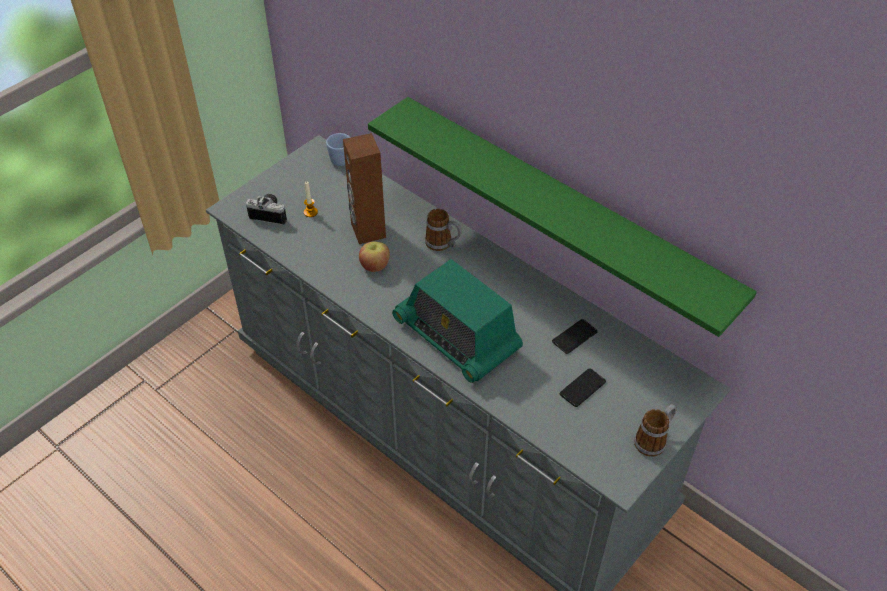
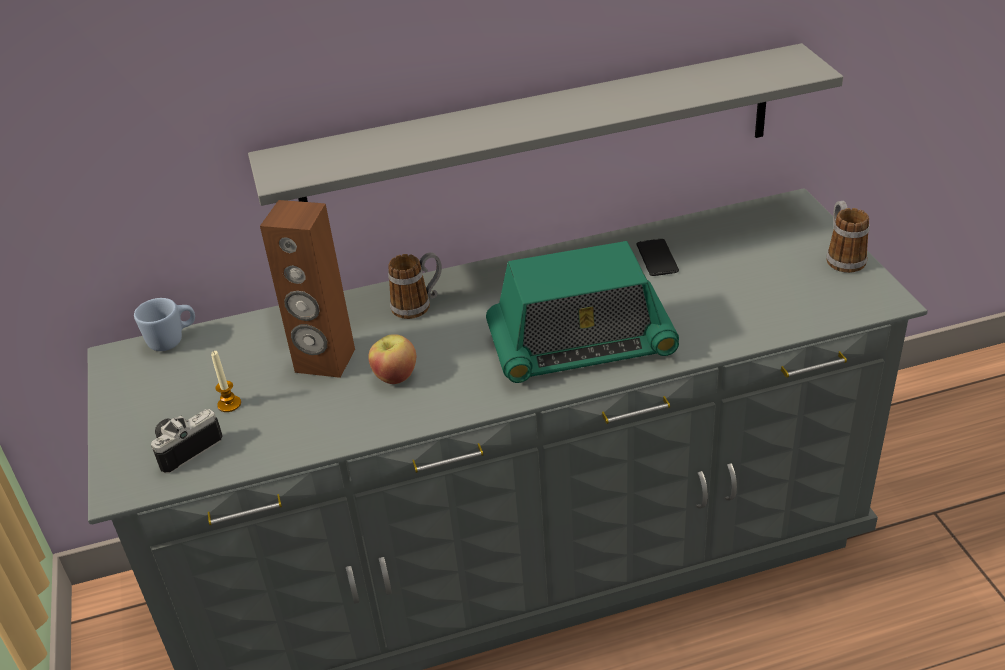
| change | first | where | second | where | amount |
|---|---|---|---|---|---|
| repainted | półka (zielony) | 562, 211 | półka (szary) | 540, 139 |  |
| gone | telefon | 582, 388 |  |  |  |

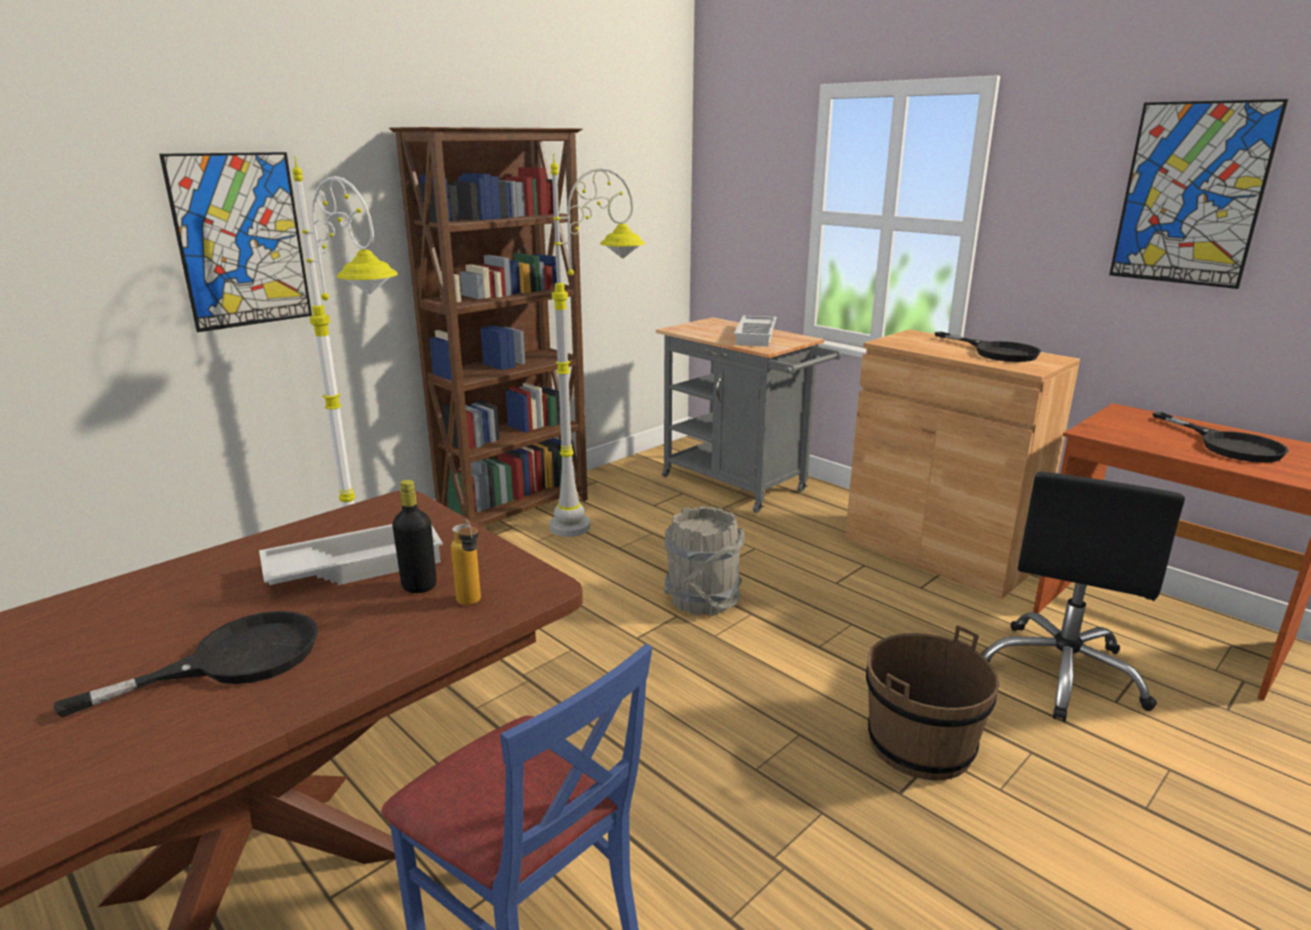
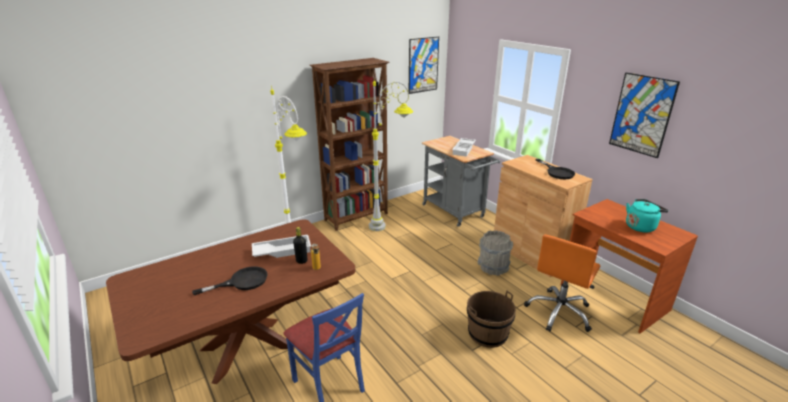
| change | first | where | second | where | amount |
|---|---|---|---|---|---|
| shifted | obraz | 241, 241 |  | 423, 65 |  |
| shifted | wiadro (szary) | 703, 599 |  | 493, 268 |  |
| repainted | krzesło biurowe (czarny) | 1062, 673 | krzesło biurowe (pomarańczowy) | 559, 312 |  |
| swapped | patelnia (czarny) | 1229, 445 | czajnik (turkusowy) | 641, 226 |  |

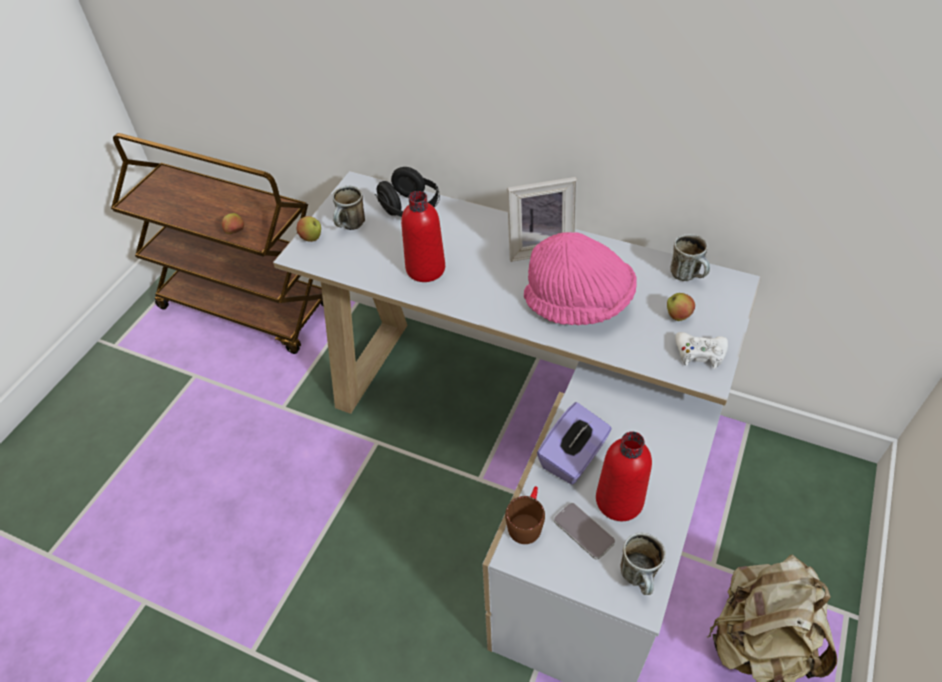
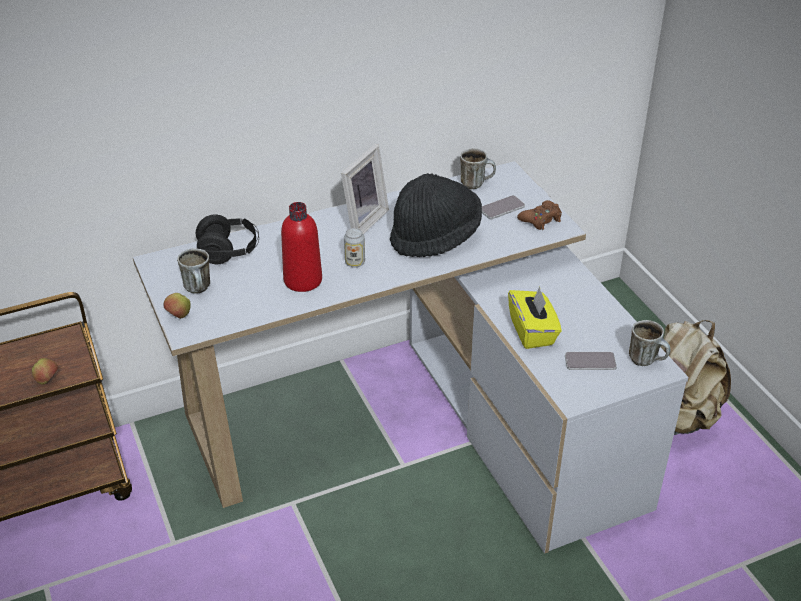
| change | first | where | second | where | amount |
|---|---|---|---|---|---|
| gone | kubek (brązowy) | 526, 521 |  |  |  |
| repainted | kapelusz (różowy) | 578, 303 | kapelusz (czarny) | 435, 237 |  |
| repainted | pudełko chusteczek (fioletowy) | 573, 457 | pudełko chusteczek (żółty) | 532, 331 |  |
| gone | butelka (czerwony) | 619, 500 |  |  |  |
| swapped | jabłko | 678, 316 | telefon | 502, 208 |  |
| repainted | pad do gier (biały) | 700, 353 | pad do gier (brązowy) | 541, 220 |  |
| new |  |  | puszka | 355, 263 |  |

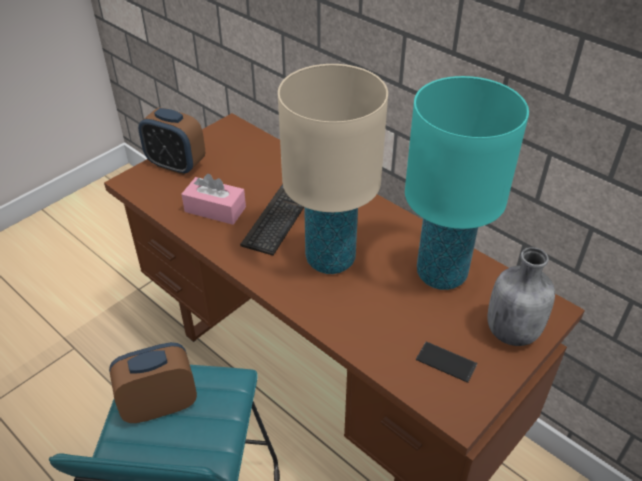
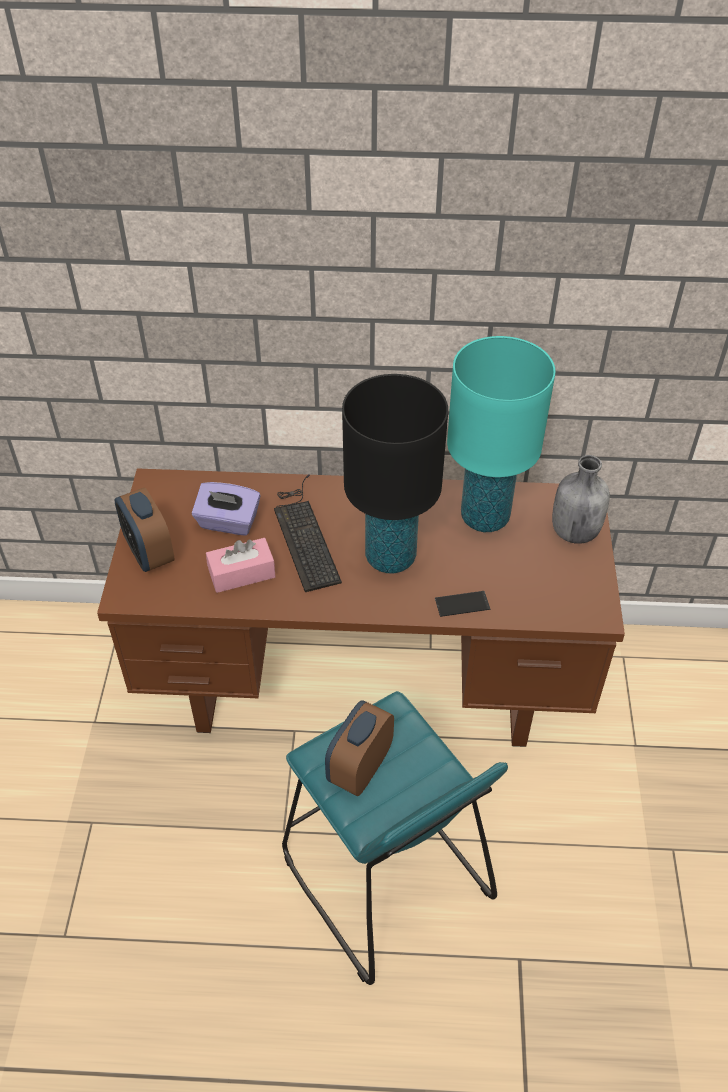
| change | first | where | second | where | amount |
|---|---|---|---|---|---|
| rotated | budzik | 176, 165 |  | 149, 553 | 75 degrees clockwise |
| repainted | lampa stołowa (beżowy) | 330, 259 | lampa stołowa (czarny) | 390, 557 |  |
| shifted | telefon | 446, 362 |  | 462, 604 |  |
| new |  |  | pudełko chusteczek (fioletowy) | 228, 522 |  |

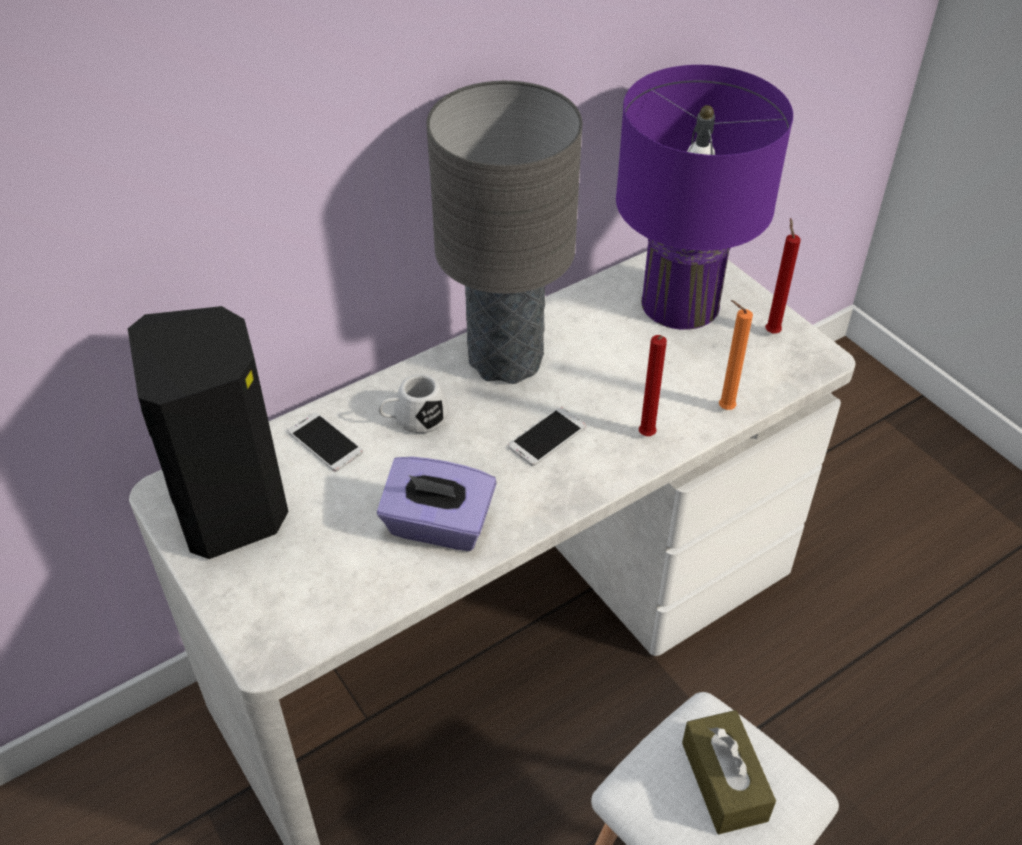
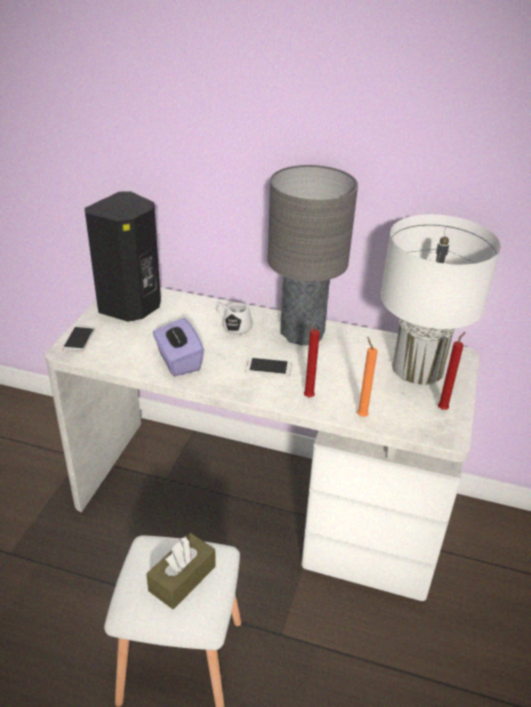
| change | first | where | second | where | amount |
|---|---|---|---|---|---|
| shifted | telefon | 325, 442 |  | 79, 339 |  |
| repainted | lampa stołowa (fioletowy) | 680, 303 | lampa stołowa (biały) | 418, 368 |  |

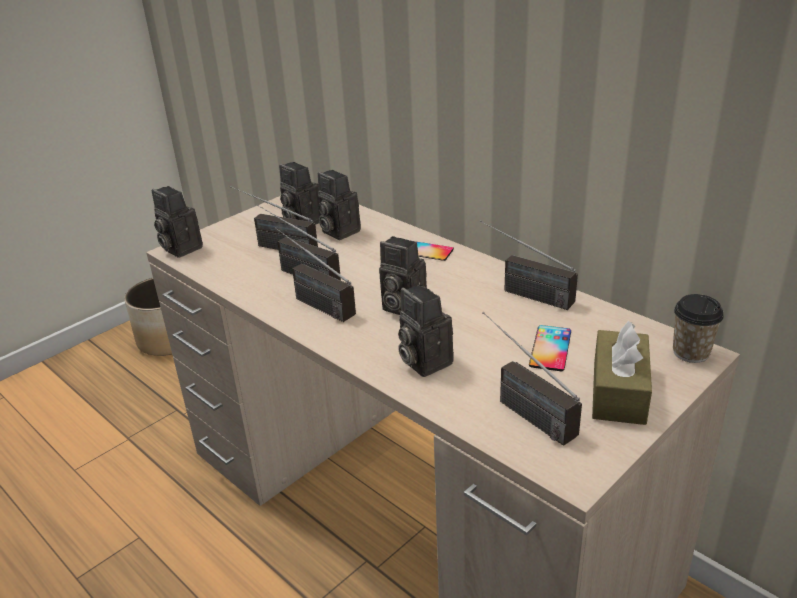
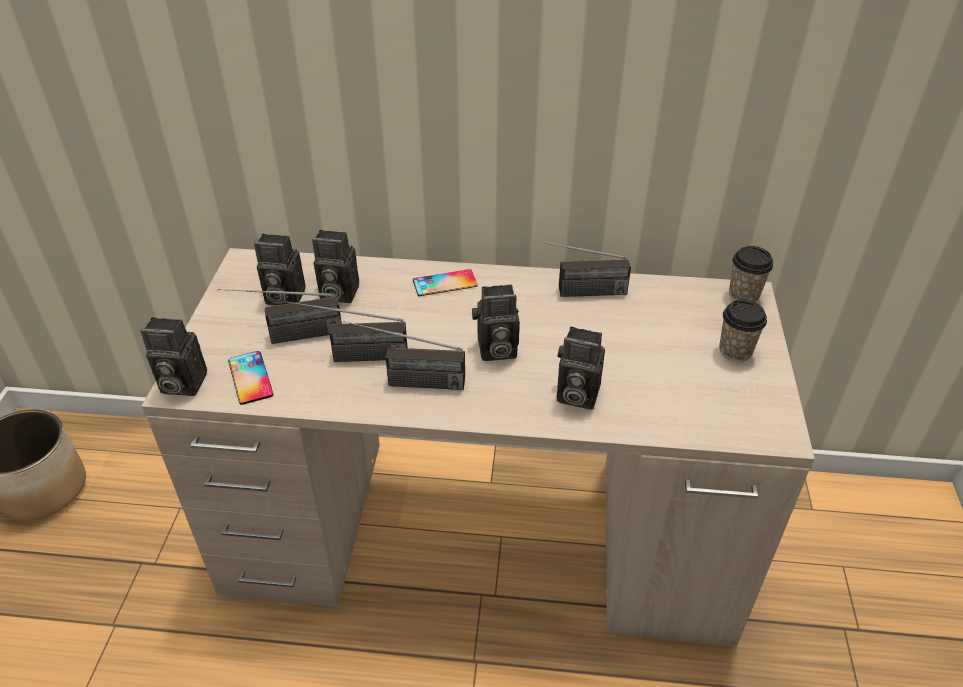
| change | first | where | second | where | amount |
|---|---|---|---|---|---|
| gone | radio | 519, 407 |  |  |  |
| shifted | telefon | 550, 348 |  | 250, 377 |  |
| swapped | pudełko chusteczek (brązowy) | 619, 391 | filiżanka | 735, 351 |  |

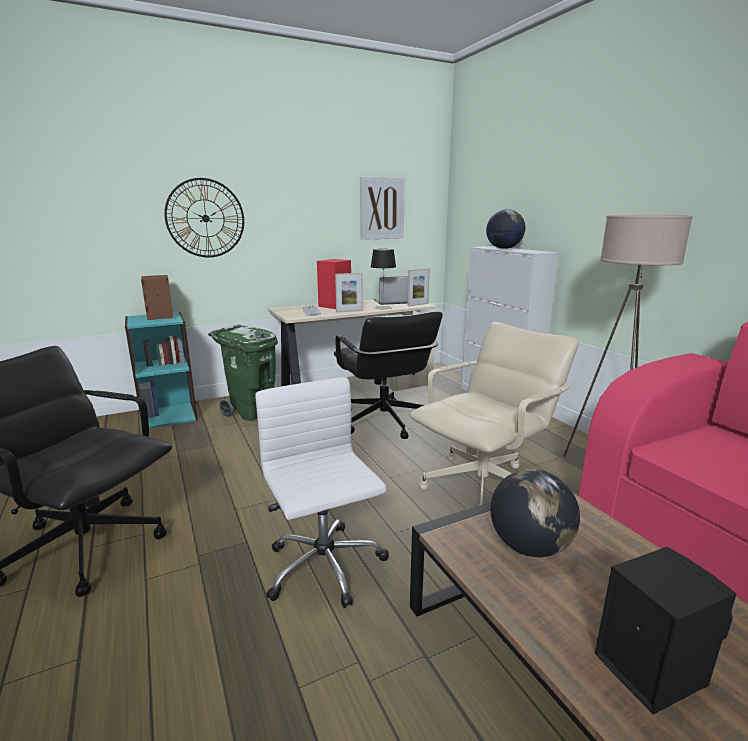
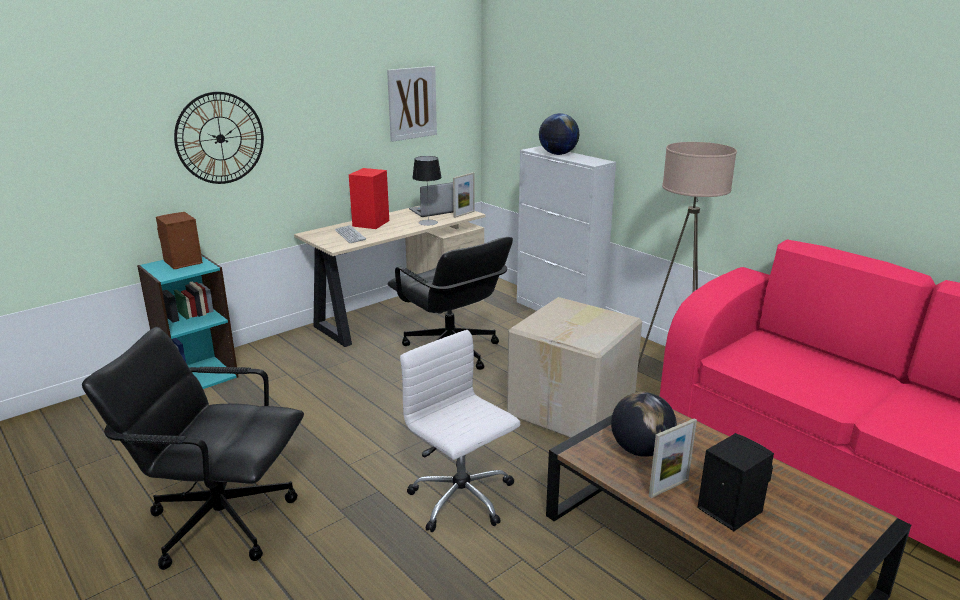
| change | first | where | second | where | amount |
|---|---|---|---|---|---|
| gone | kosz na śmieci (zielony) | 252, 412 |  |  |  |
| shifted | ramka na zdjęcie | 349, 311 |  | 668, 488 |  |
| swapped | krzesło biurowe (beżowy) | 483, 488 | karton | 573, 409 |  |

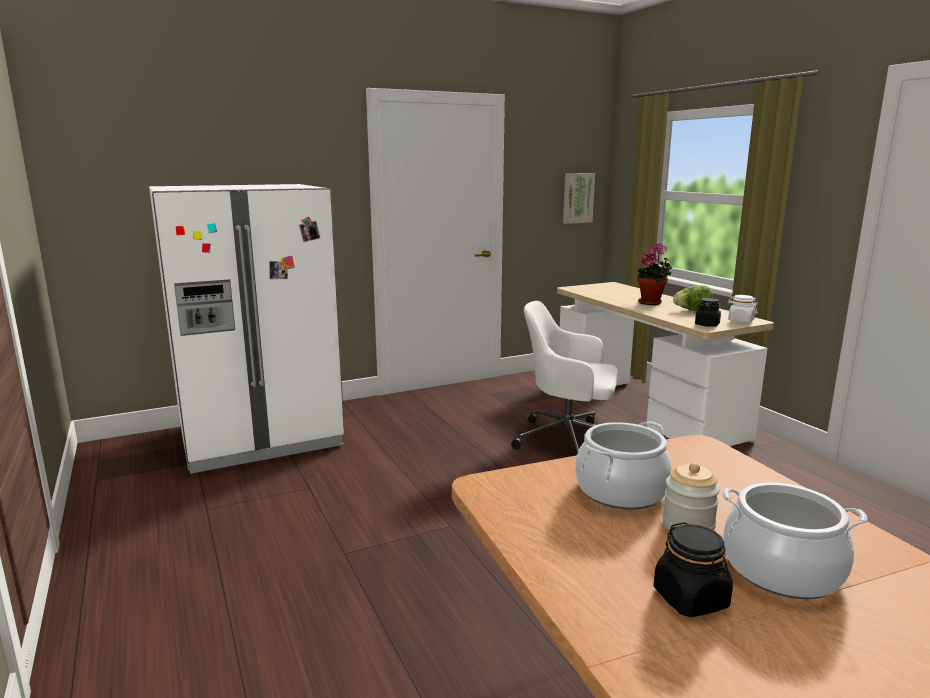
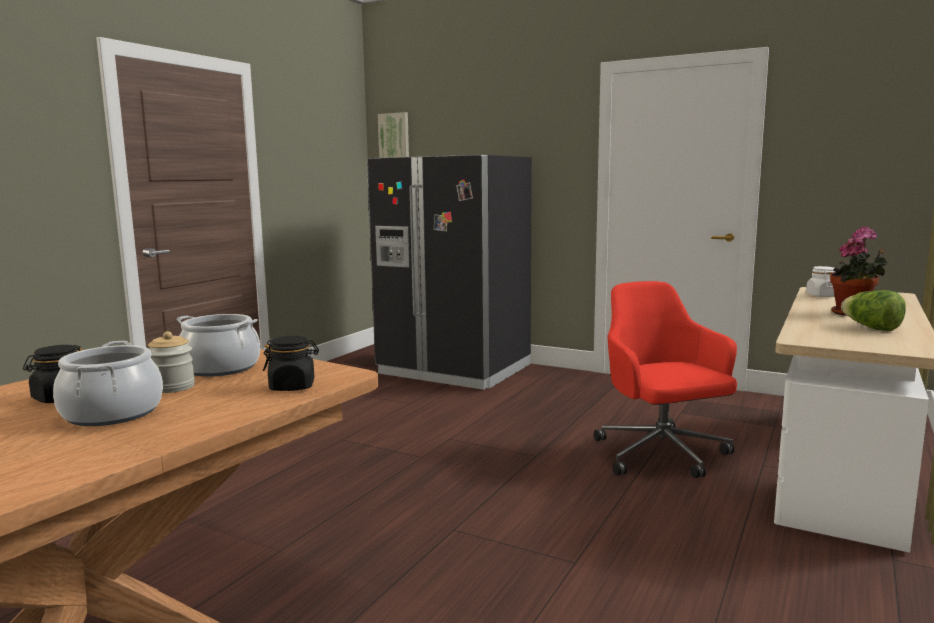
| change | first | where | second | where | amount |
|---|---|---|---|---|---|
| repainted | lodówka (biały) | 260, 438 | lodówka (czarny) | 454, 370 |  |
| repainted | krzesło biurowe (biały) | 568, 440 | krzesło biurowe (czerwony) | 662, 455 |  |
| shifted | obraz | 577, 198 |  | 394, 138 |  |
| shifted | słoik (czarny) | 707, 324 |  | 292, 386 |  |
| shifted | słoik (biały) | 740, 321 |  | 821, 295 |  |

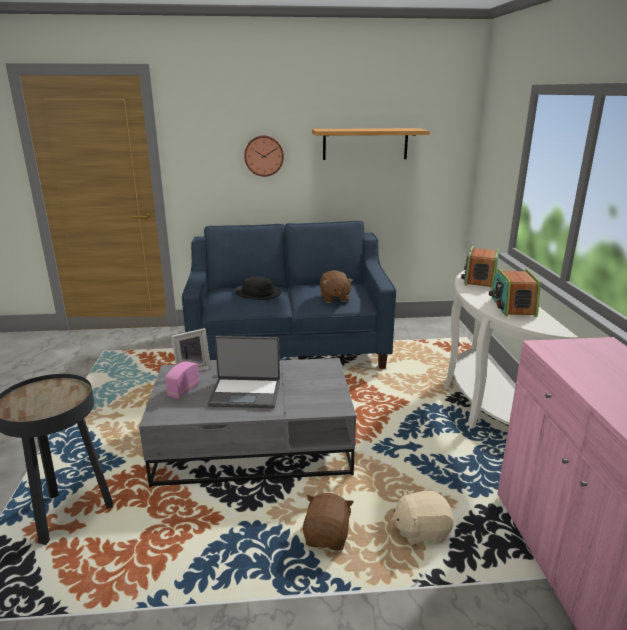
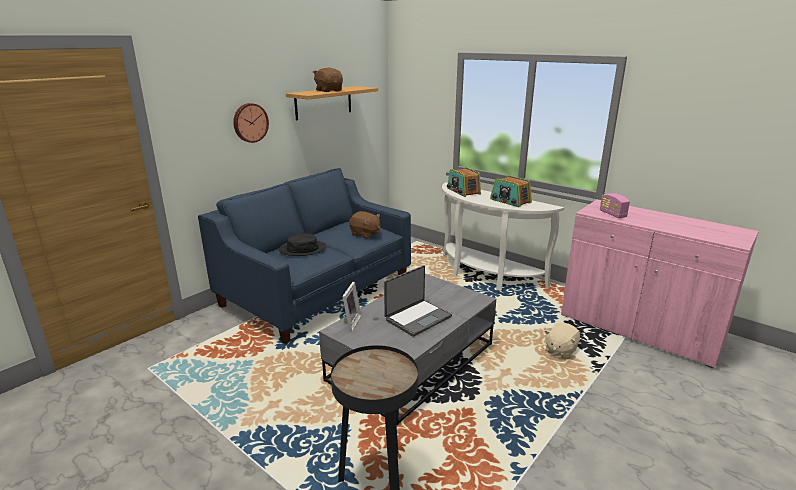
| change | first | where | second | where | amount |
|---|---|---|---|---|---|
| shifted | radio | 184, 390 |  | 612, 214 |  |
| shifted | pluszak (brązowy) | 327, 536 |  | 329, 91 |  |

